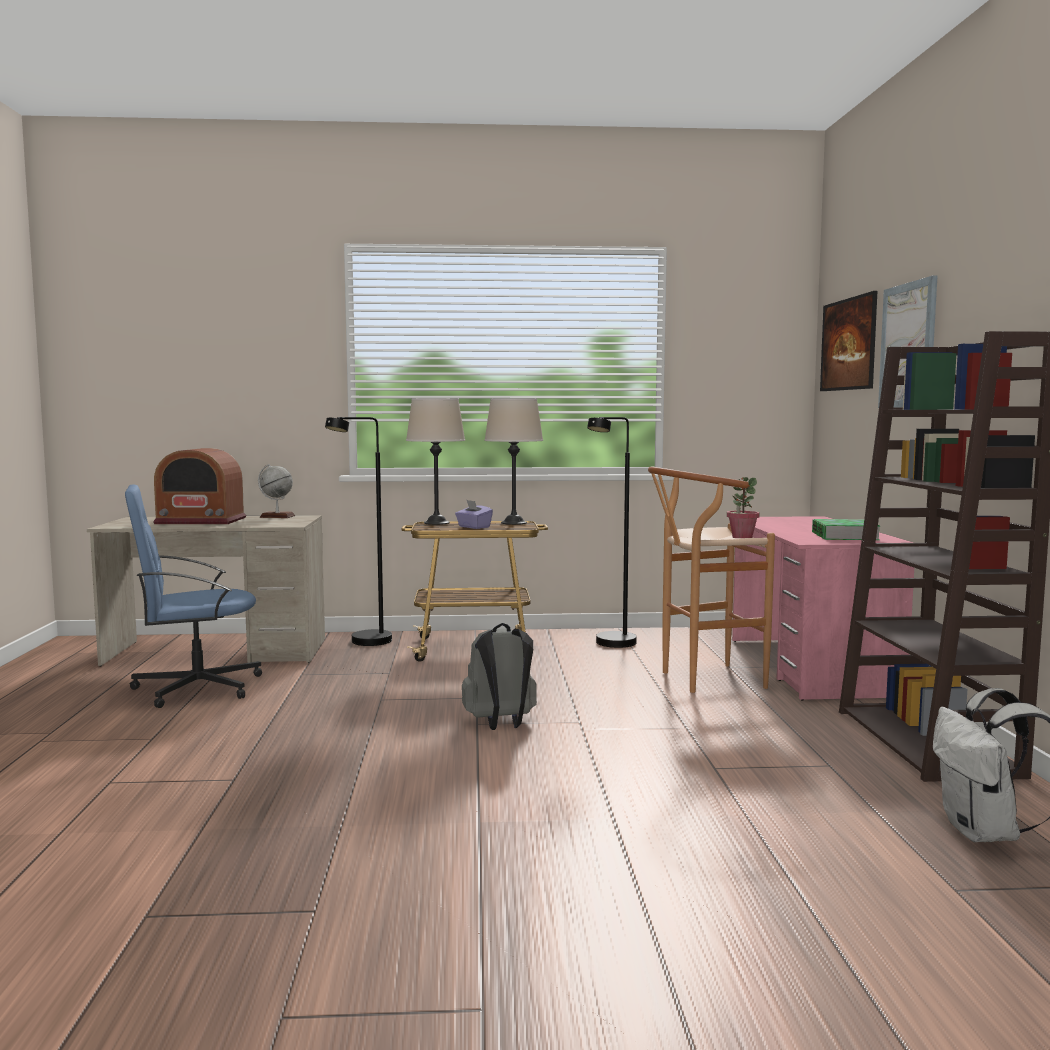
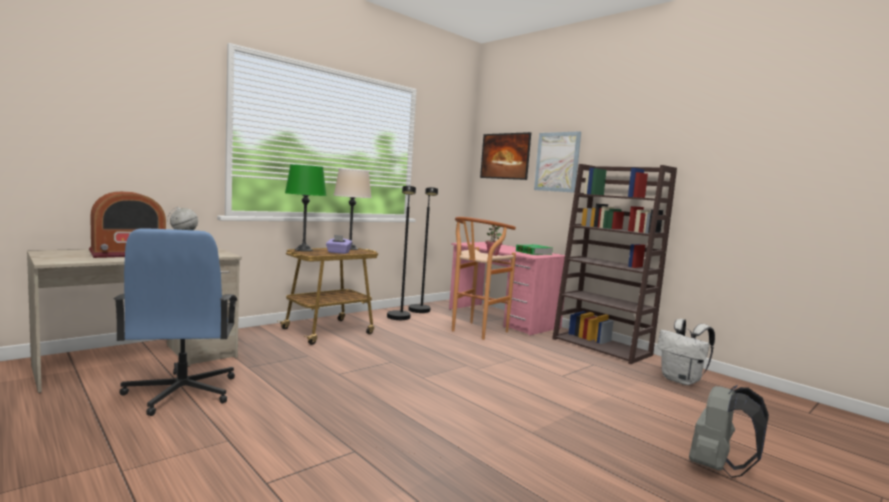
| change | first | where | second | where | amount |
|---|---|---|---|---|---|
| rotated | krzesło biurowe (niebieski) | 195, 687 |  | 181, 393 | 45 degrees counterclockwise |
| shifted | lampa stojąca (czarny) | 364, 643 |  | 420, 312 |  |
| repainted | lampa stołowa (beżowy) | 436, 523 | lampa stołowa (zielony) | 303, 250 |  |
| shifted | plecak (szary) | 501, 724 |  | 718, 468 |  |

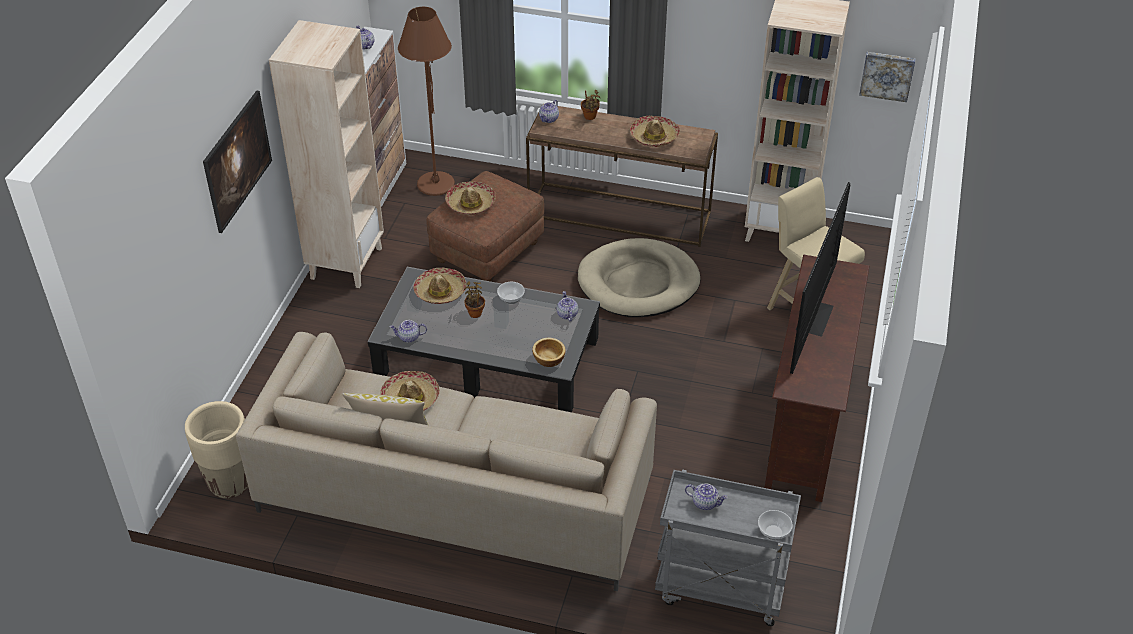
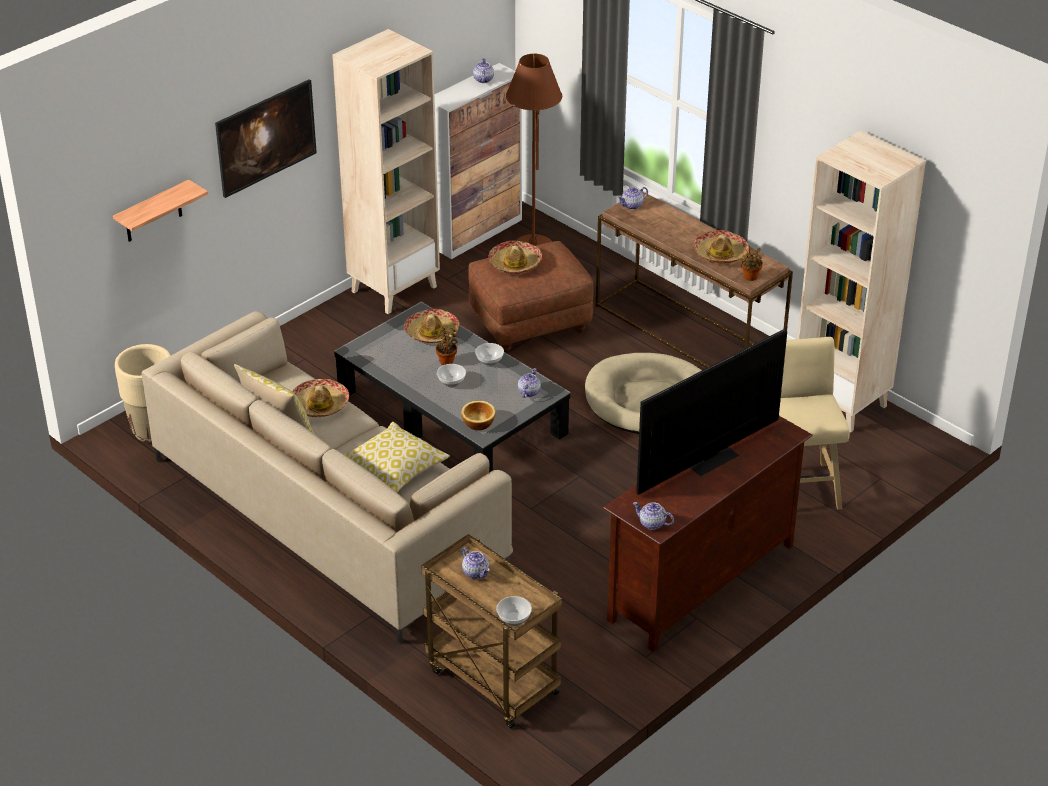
| change | first | where | second | where | amount |
|---|---|---|---|---|---|
| shifted | imbryk | 409, 337 |  | 652, 524 |  |
| shifted | roślina doniczkowa | 590, 117 |  | 750, 278 |  |
| repainted | wózek (szary) | 719, 590 | wózek (brązowy) | 490, 681 |  |
| gone | obraz | 887, 75 |  |  |  |
| new |  |  | półka | 153, 212 |  |
| new |  |  | poduszka | 393, 469 |  |
| new |  |  | miska | 451, 382 |  |

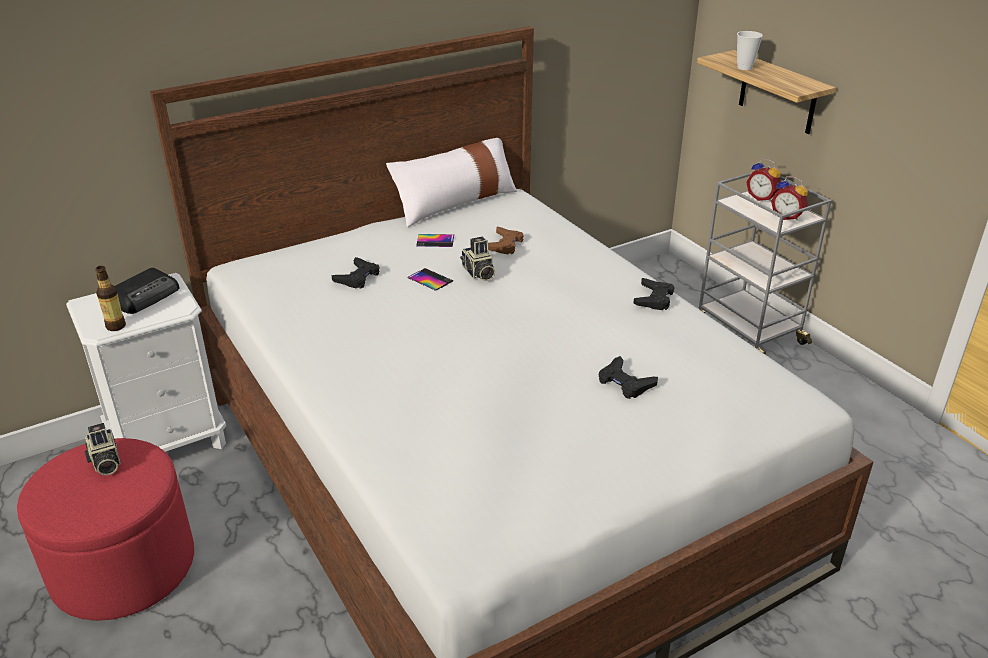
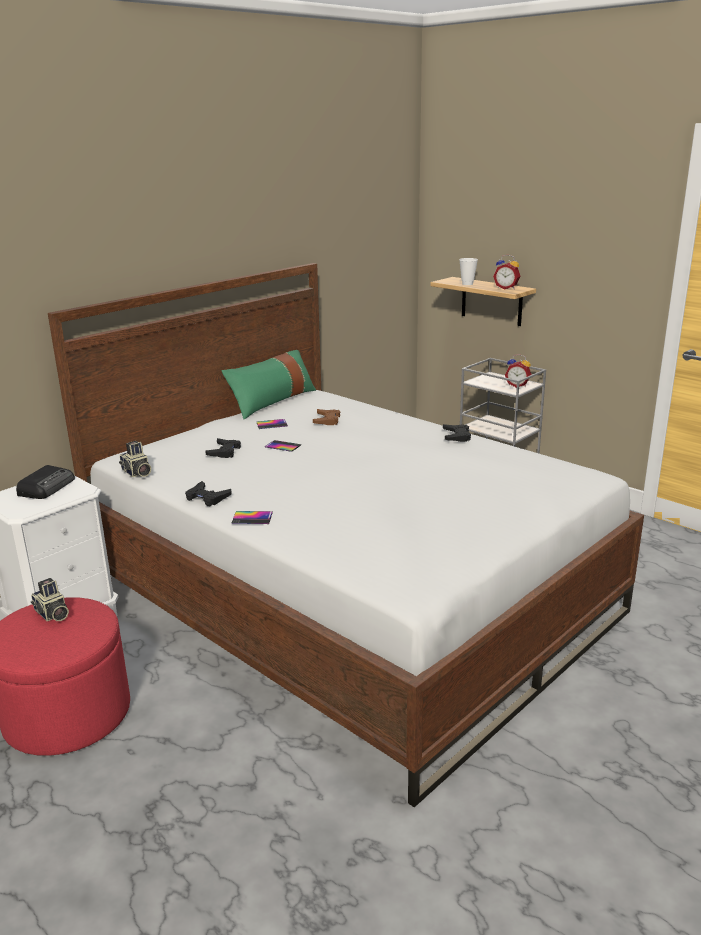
| change | first | where | second | where | amount |
|---|---|---|---|---|---|
| gone | butelka | 116, 326 |  |  |  |
| repainted | poduszka (biały) | 455, 203 | poduszka (zielony) | 273, 402 |  |
| shifted | aparat fotograficzny | 478, 273 |  | 136, 473 |  |
| shifted | pad do gier (czarny) | 625, 383 |  | 207, 498 |  |
| shifted | budzik | 762, 198 |  | 506, 288 |  |
| new |  |  | telefon | 252, 518 |  |

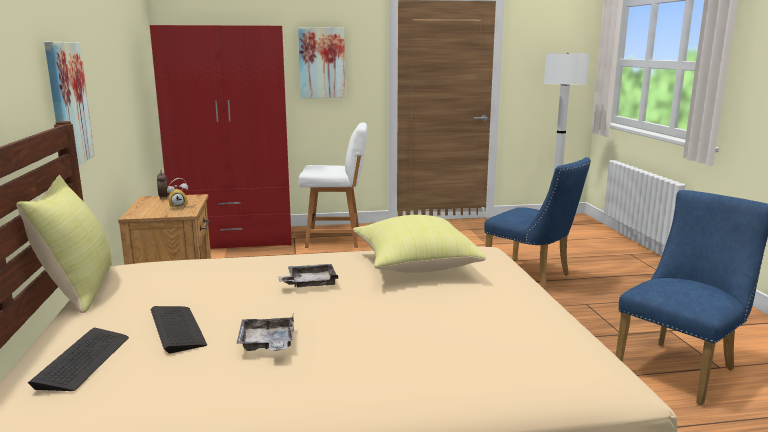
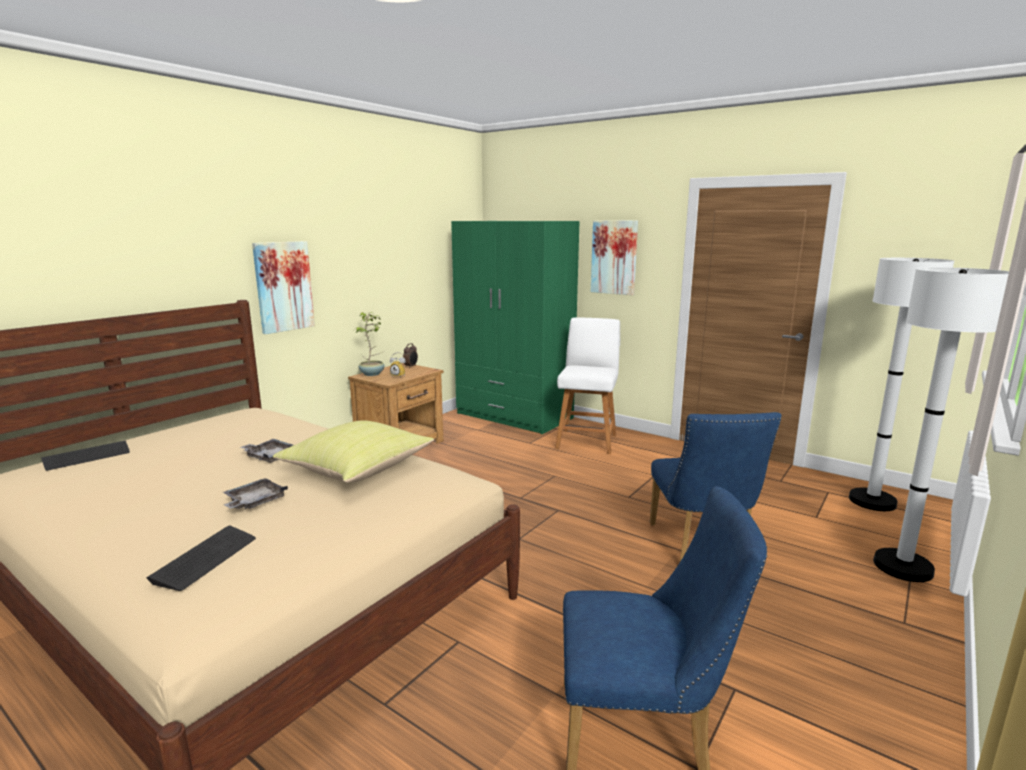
| change | first | where | second | where | amount |
|---|---|---|---|---|---|
| gone | poduszka (żółty) | 79, 289 |  |  |  |
| repainted | szafa (czerwony) | 235, 238 | szafa (zielony) | 514, 416 |  |
| shifted | klawiatura | 177, 329 |  | 205, 559 |  |
| shifted | taca (szary) | 267, 344 |  | 254, 502 |  |
| rotated | krzesło (biały) | 336, 239 |  | 587, 440 | 120 degrees counterclockwise |
| new |  |  | roślina doniczkowa | 372, 374 |  |
| new |  |  | lampa stojąca (biały) | 902, 567 |  |

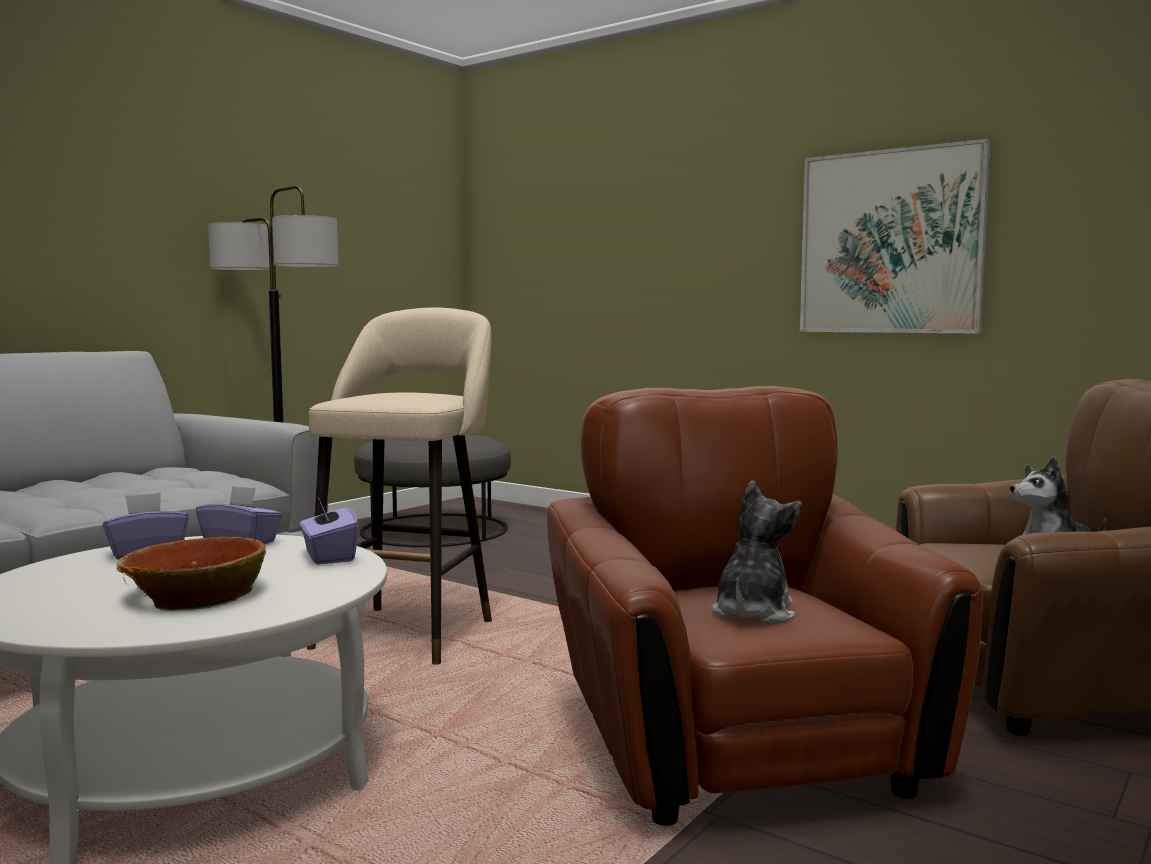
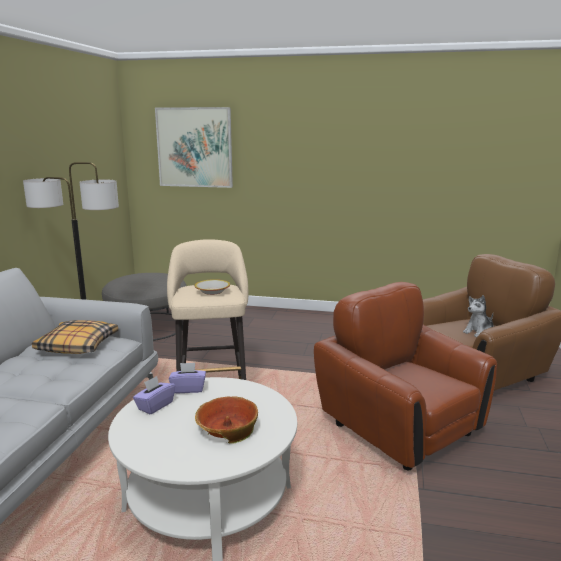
| change | first | where | second | where | amount |
|---|---|---|---|---|---|
| gone | pudełko chusteczek (fioletowy) | 329, 556 |  |  |  |
| gone | pluszak | 752, 612 |  |  |  |
| shifted | obraz | 890, 242 |  | 194, 147 |  |
| new |  |  | poduszka | 77, 346 |  |
| new |  |  | miska | 212, 291 |  |

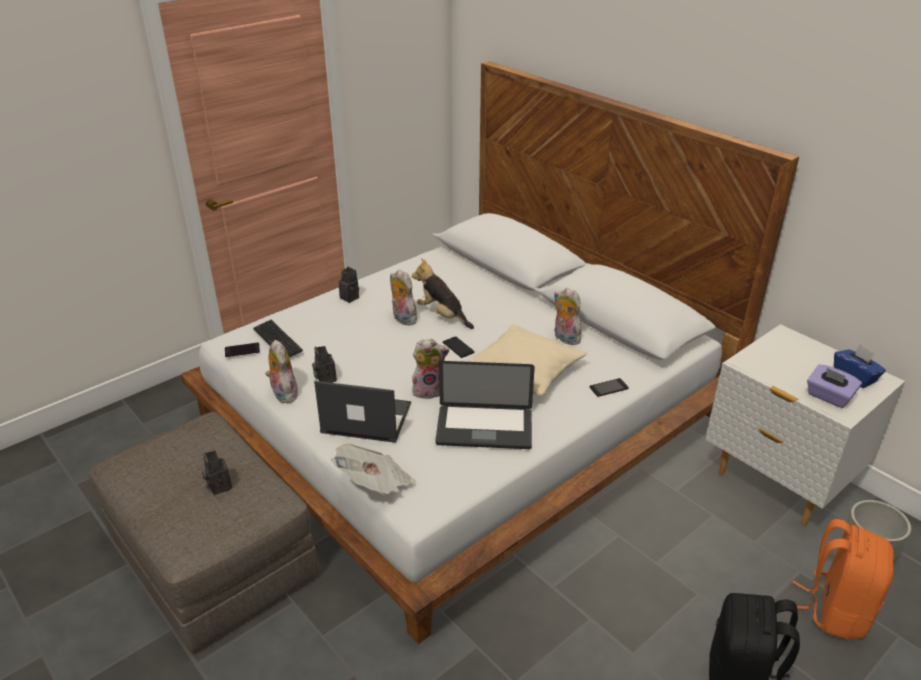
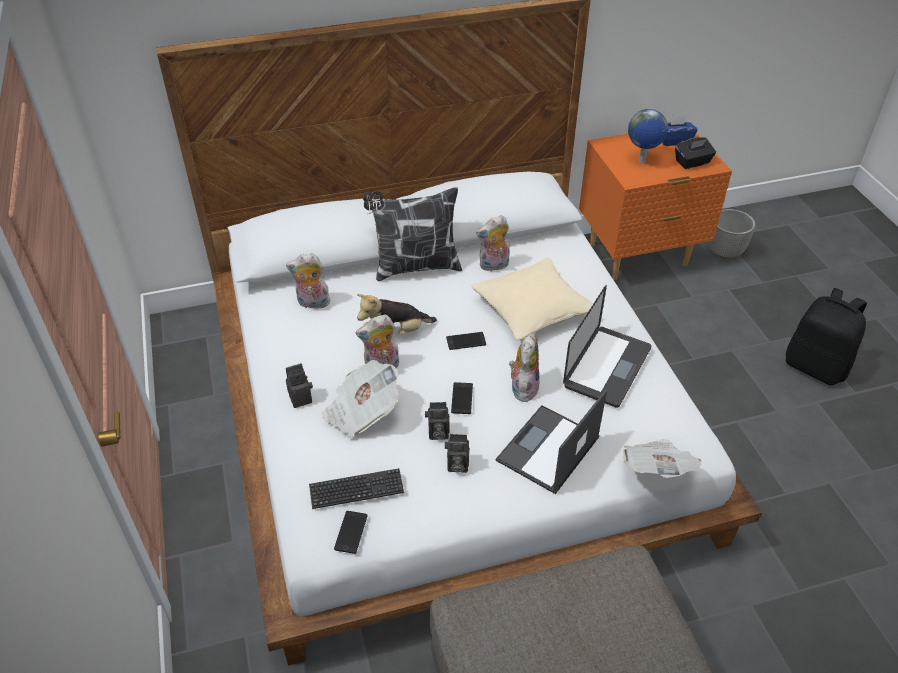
| change | first | where | second | where | amount |
|---|---|---|---|---|---|
| shifted | aparat fotograficzny | 218, 485 |  | 437, 433 |  |
| shifted | pluszak | 283, 393 |  | 312, 303 |  |
| shifted | telefon | 609, 388 |  | 462, 398 |  |
| repainted | szafka nocna (biały) | 778, 483 | szafka nocna (pomarańczowy) | 638, 255 |  |
| gone | plecak (pomarańczowy) | 834, 610 |  |  |  |
| repainted | pudełko chusteczek (fioletowy) | 828, 397 | pudełko chusteczek (czarny) | 692, 162 |  |
| new |  |  | gazeta | 362, 412 |  |
| new |  |  | poduszka | 415, 267 |  |
| new |  |  | globus | 642, 161 |  |

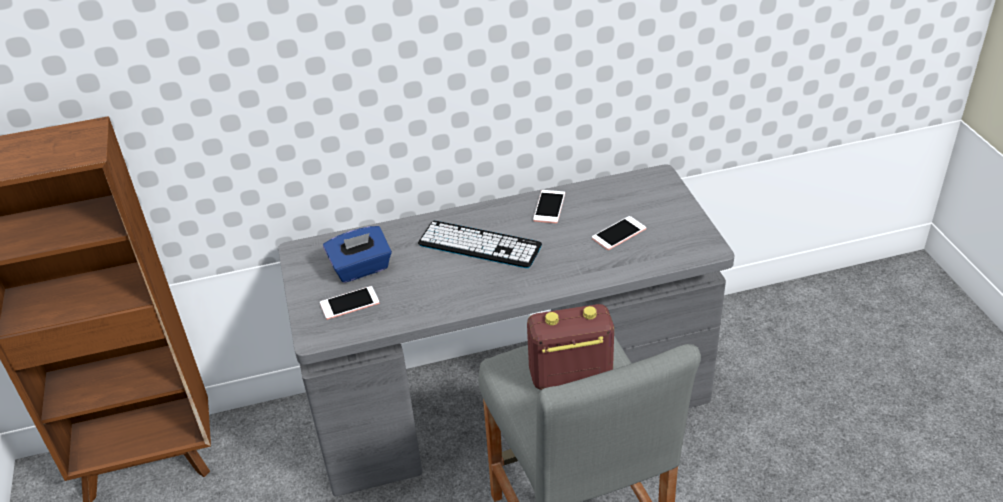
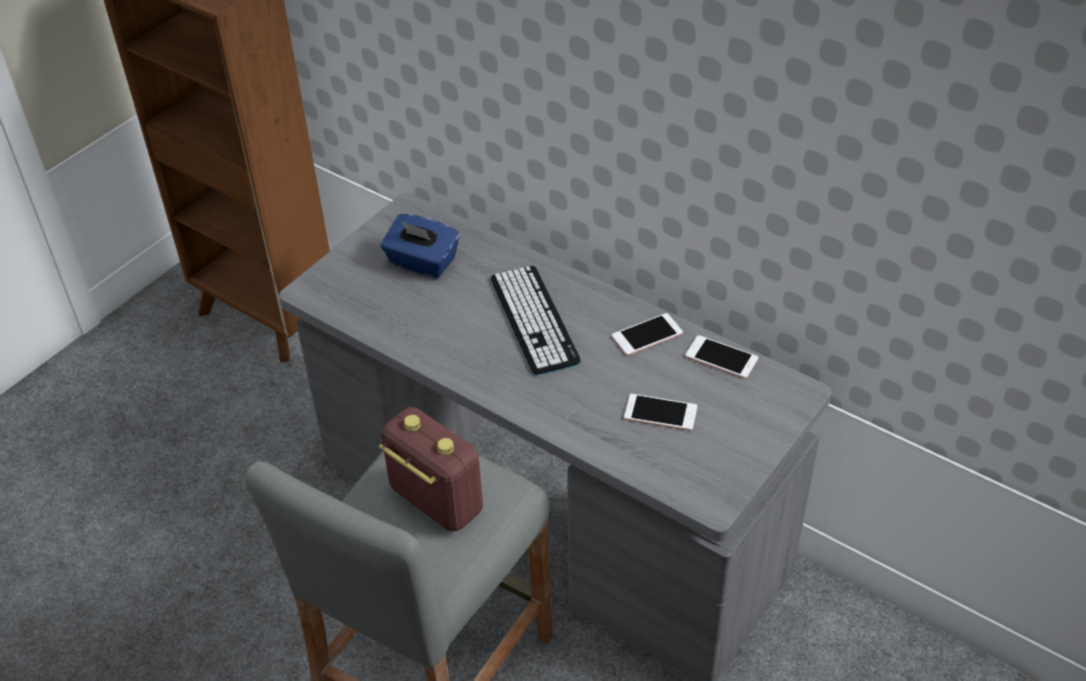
| change | first | where | second | where | amount |
|---|---|---|---|---|---|
| shifted | telefon | 349, 303 |  | 721, 358 |  |

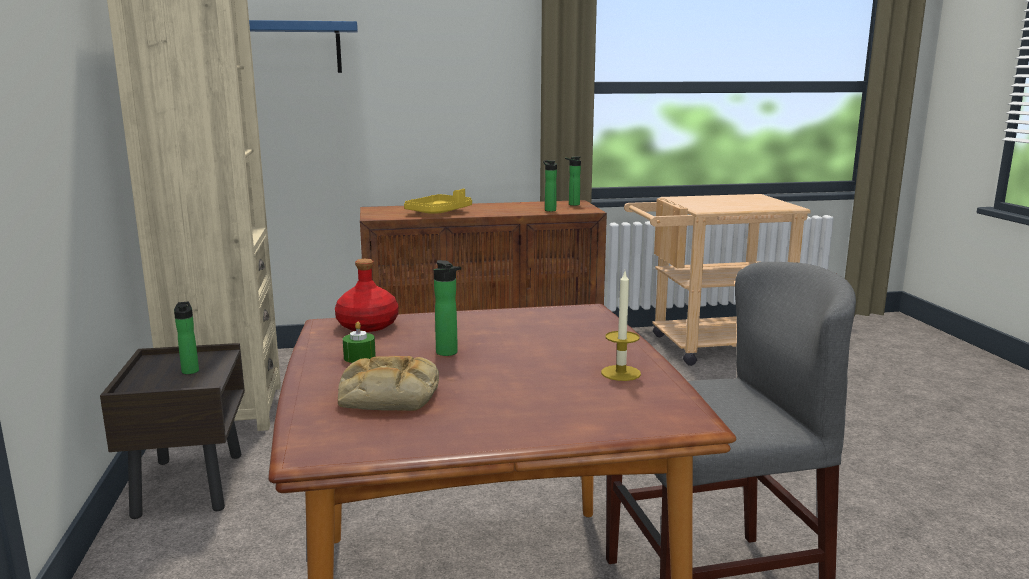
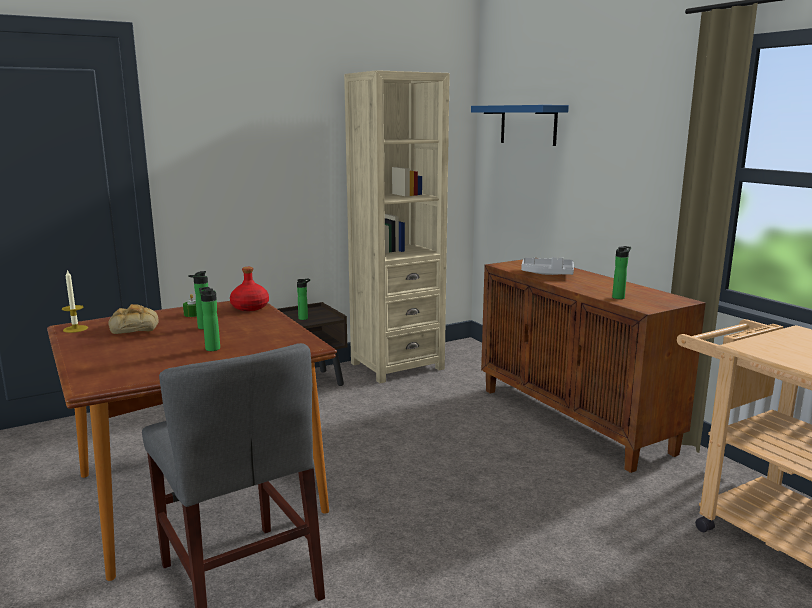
| change | first | where | second | where | amount |
|---|---|---|---|---|---|
| repainted | taca (żółty) | 439, 212 | taca (szary) | 547, 274 |  |
| shifted | butelka | 572, 204 |  | 212, 348 |  |
| shifted | świeca | 620, 373 |  | 75, 329 |  |

